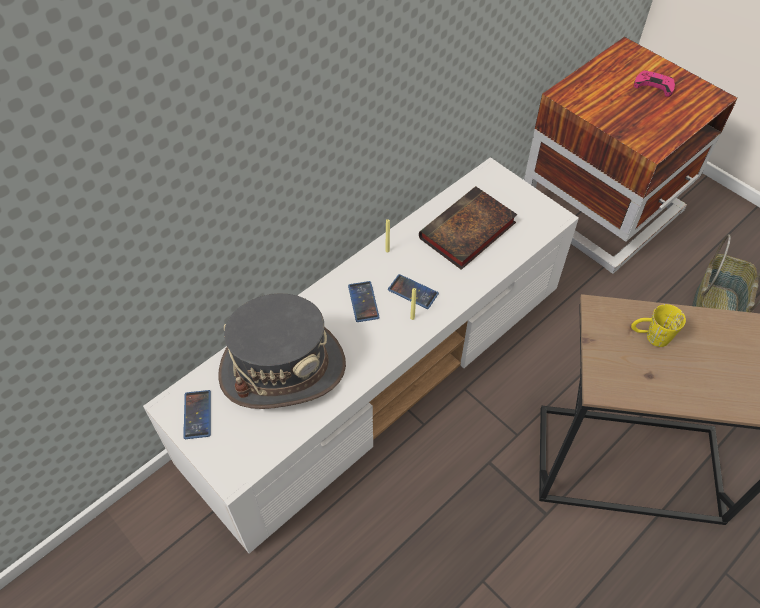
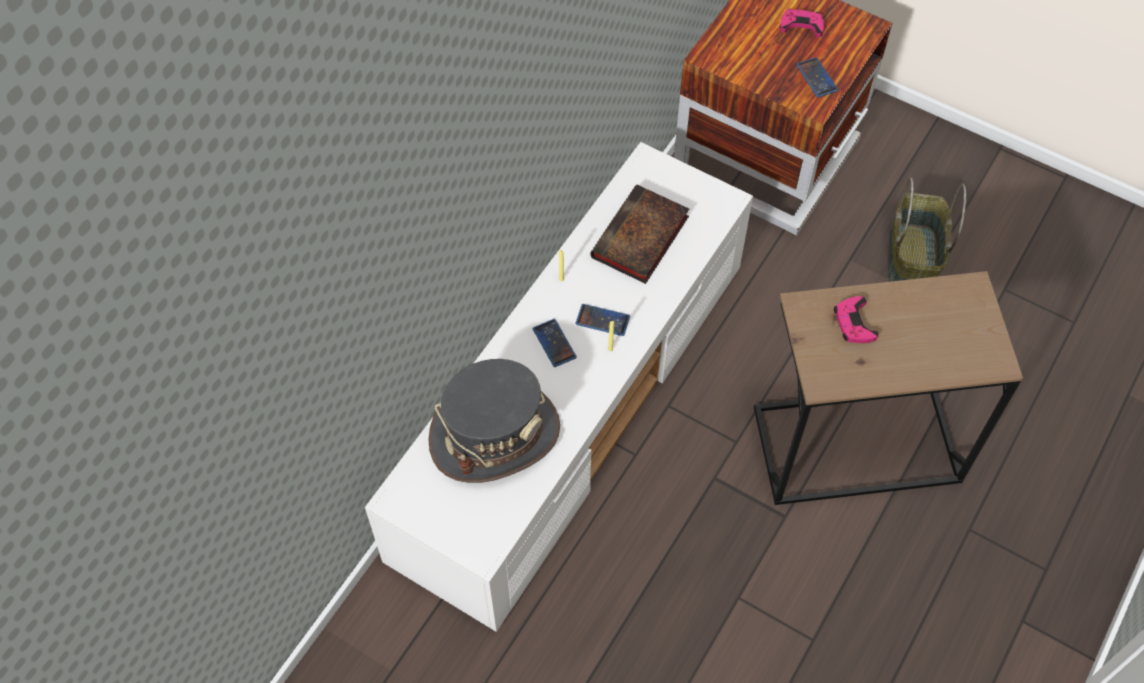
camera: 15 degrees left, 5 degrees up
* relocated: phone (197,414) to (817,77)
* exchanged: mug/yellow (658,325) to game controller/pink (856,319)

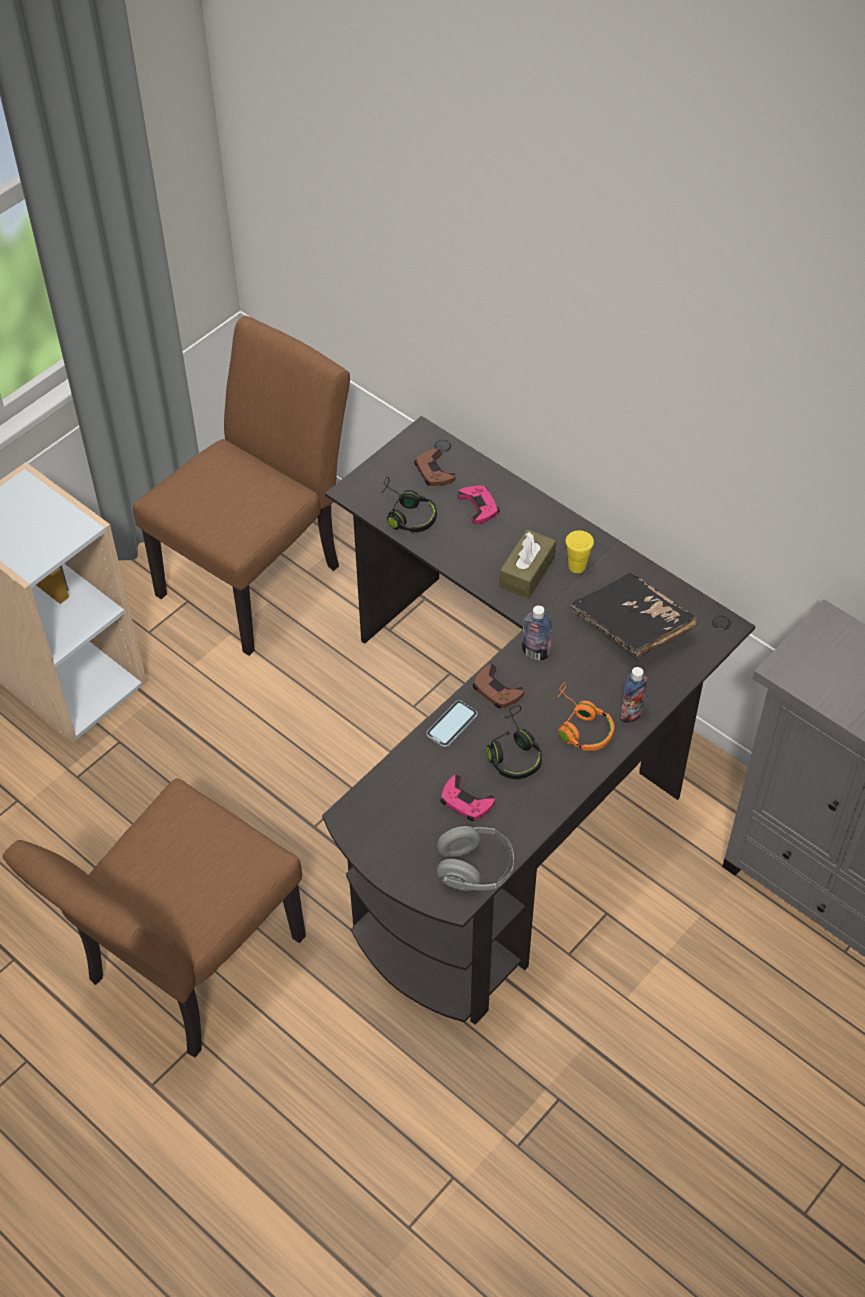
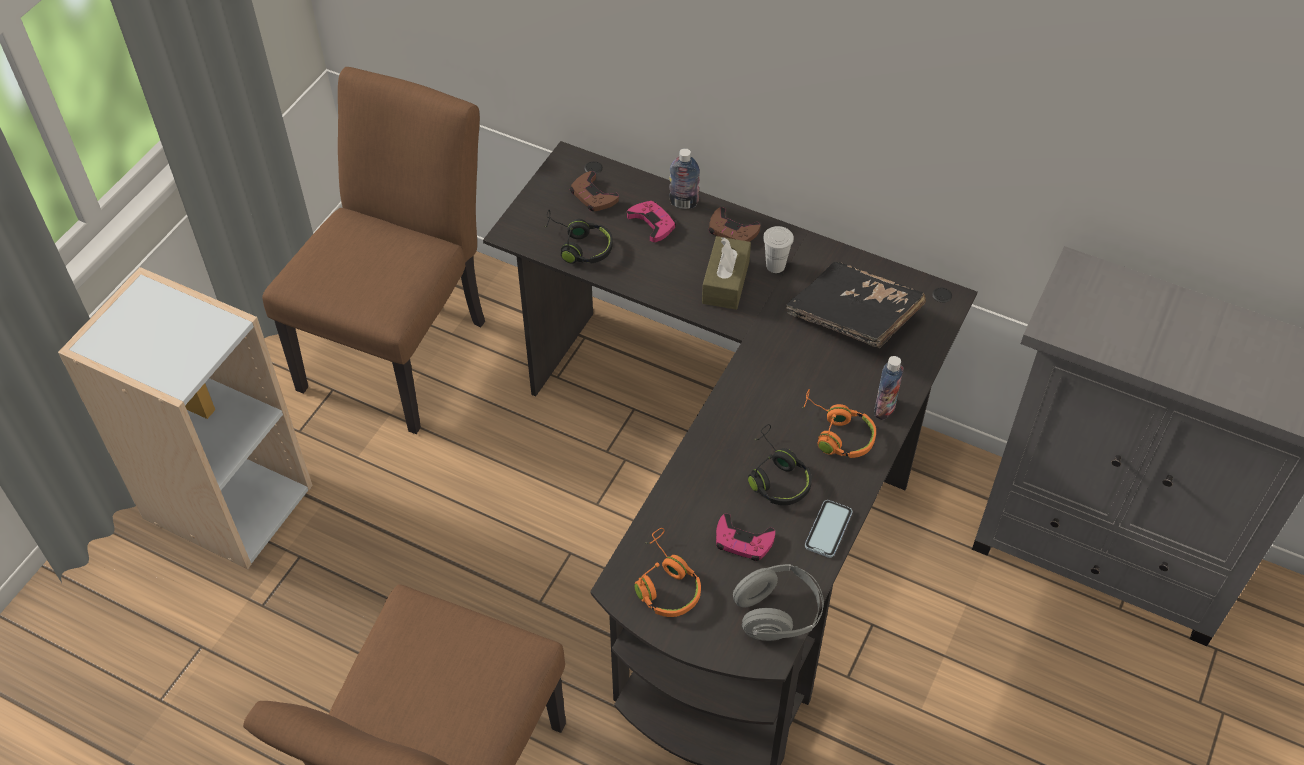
camera: 15 degrees left, 0 degrees up
* relocated: phone (451,723) to (828,529)
* relocated: game controller/brown (498,686) to (734,224)
* relocated: bottle (537,632) to (684,178)
* colour: cup/yellow (579,551) to cup/white (778,249)
* appeared: headphones/orange (667,572)

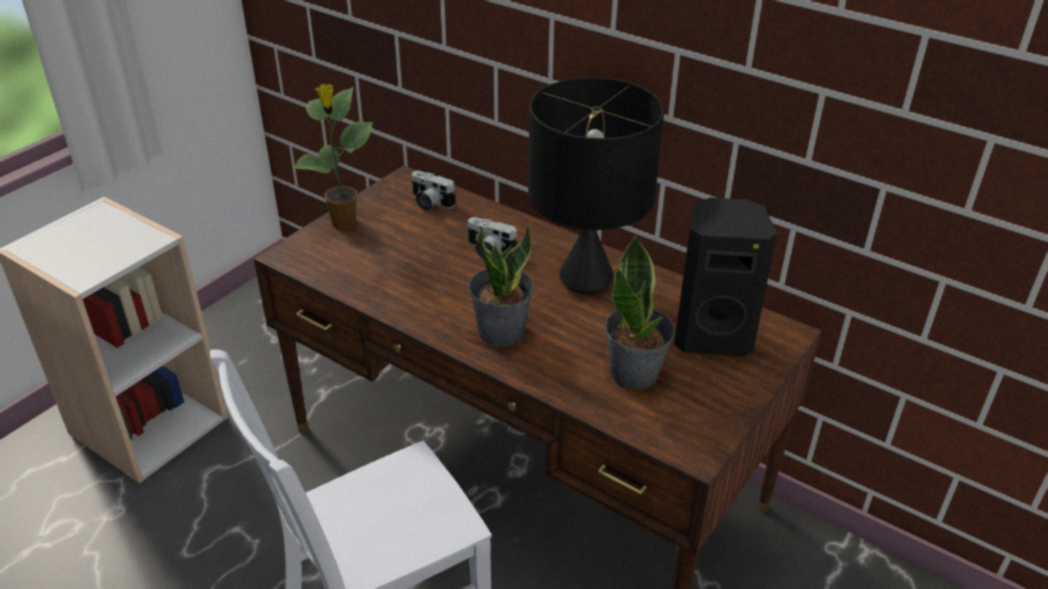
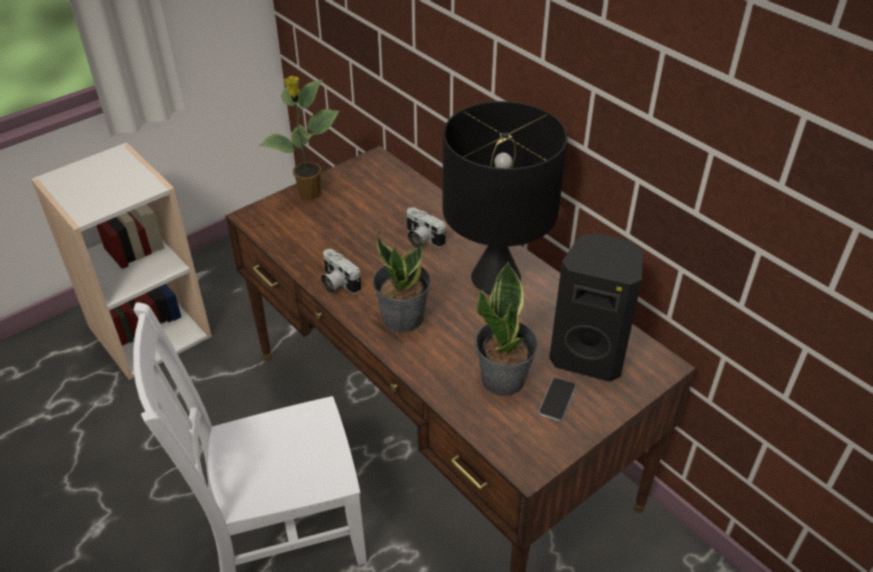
camera: 15 degrees right, 5 degrees up
* relocated: photo camera (433,191) to (341,271)
* appeared: phone (557,399)

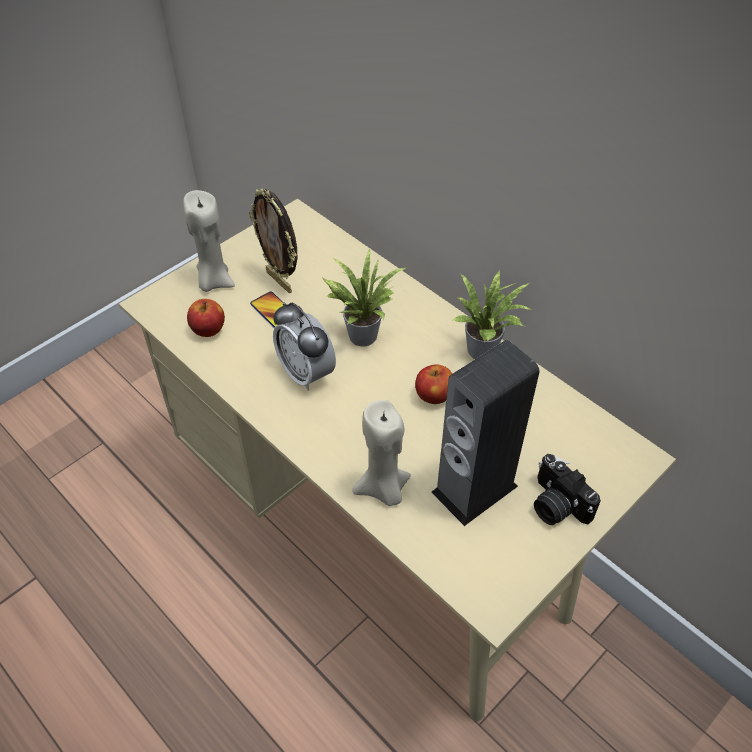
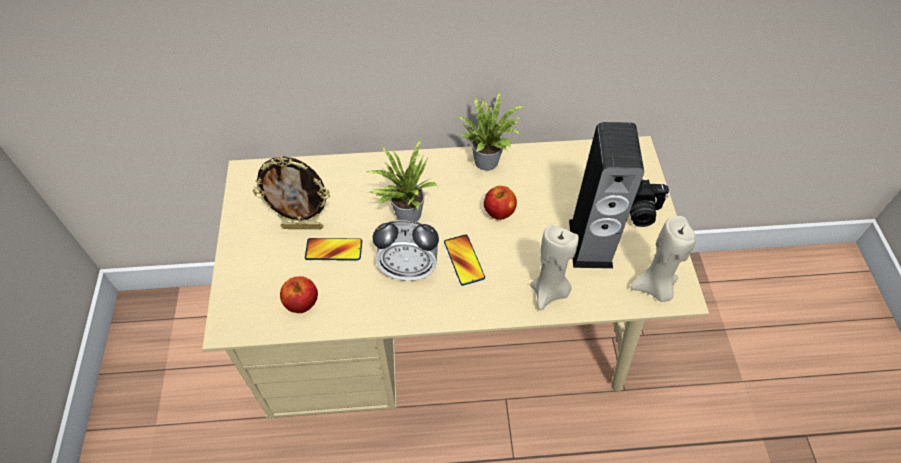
camera: 50 degrees left, 5 degrees up
* relocated: candle/beige (209,241) to (663,259)
* appeared: phone (464,260)

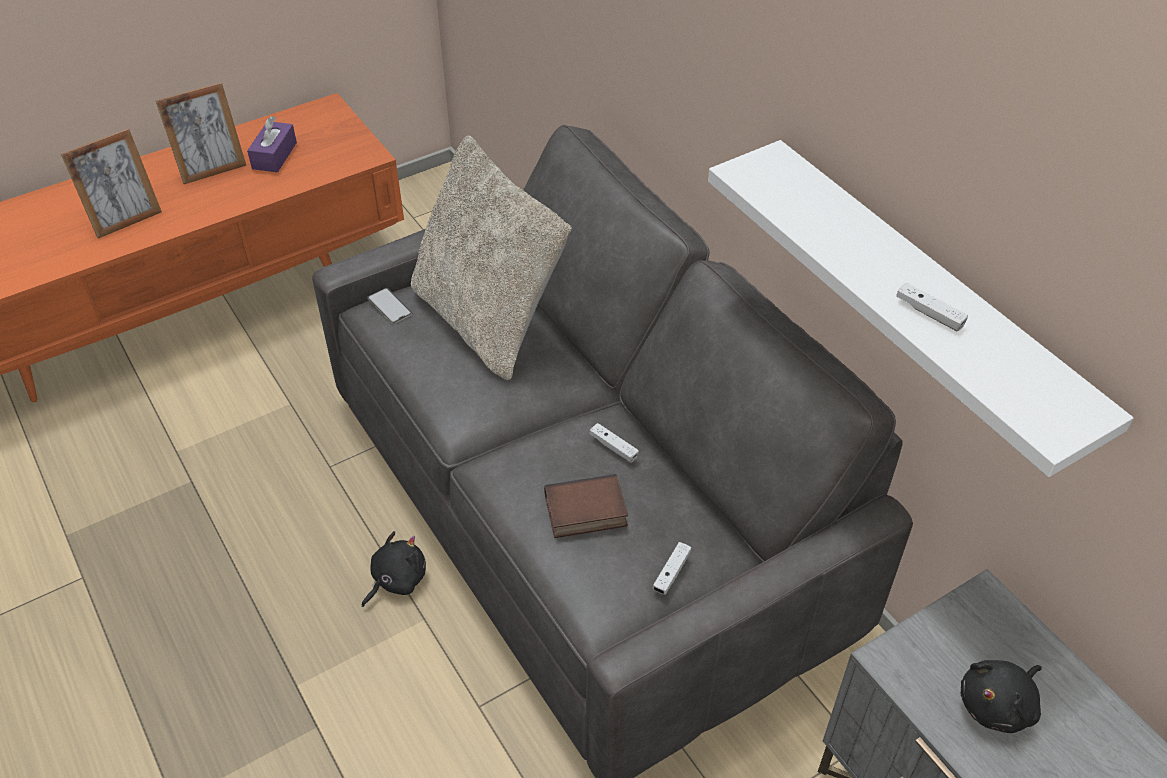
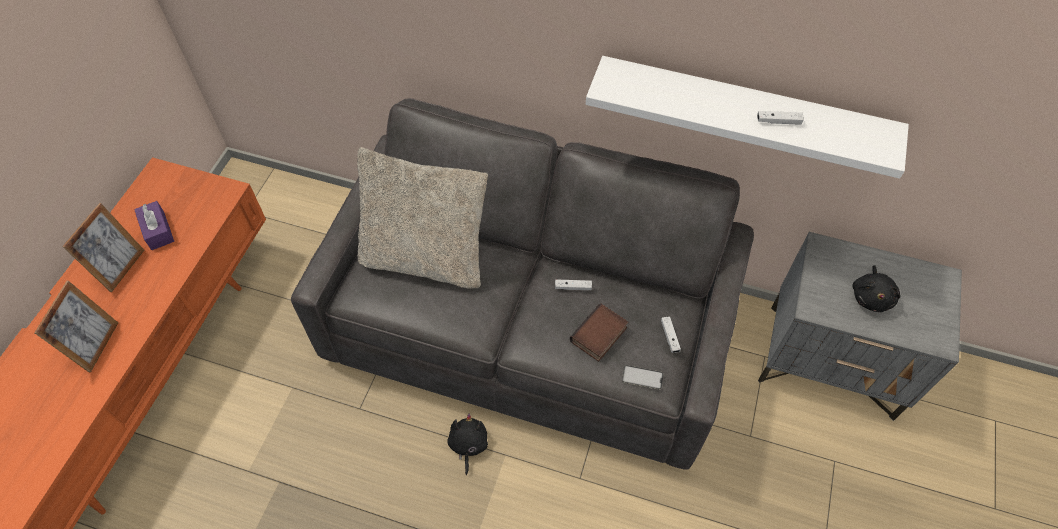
camera: 40 degrees left, 10 degrees up
* relocated: phone (389,306) to (642,377)

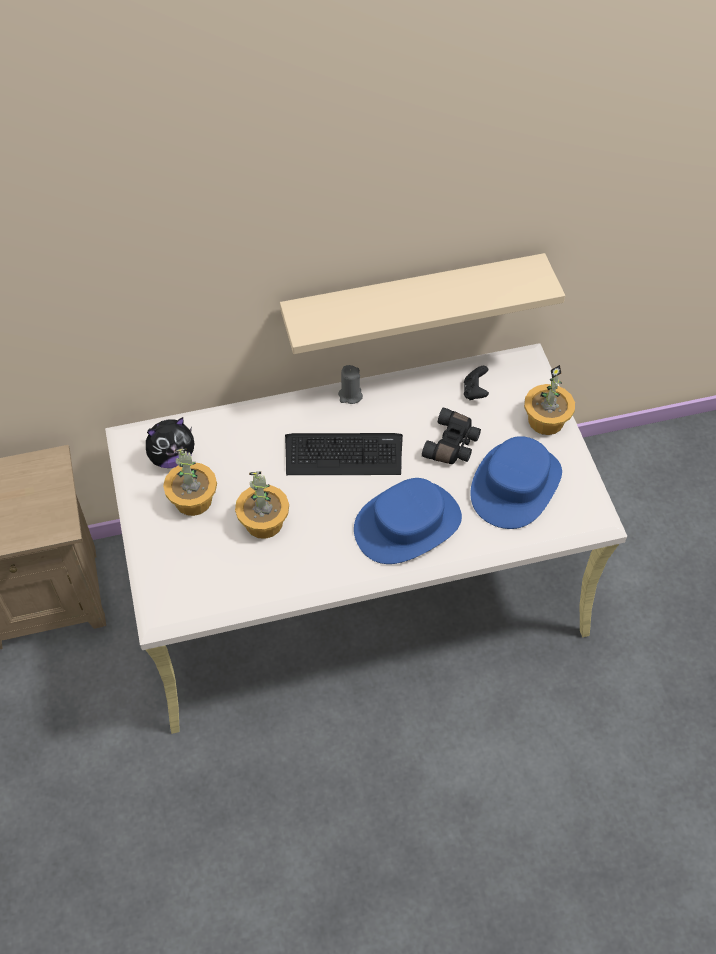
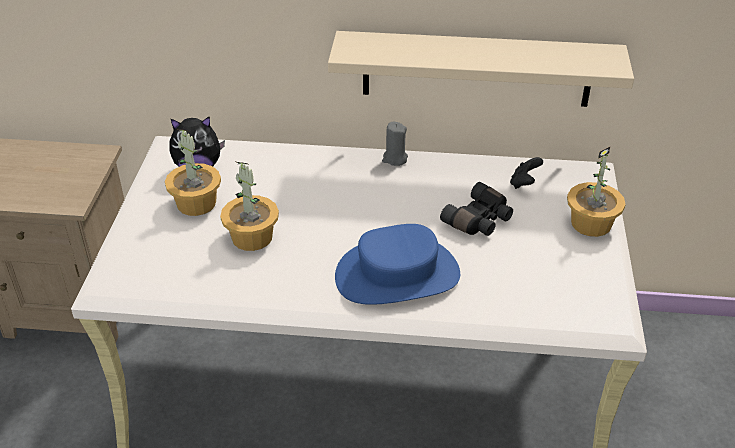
camera: 20 degrees right, 15 degrees down
* missing: keyboard (344,454)
* missing: hat/blue (516,482)

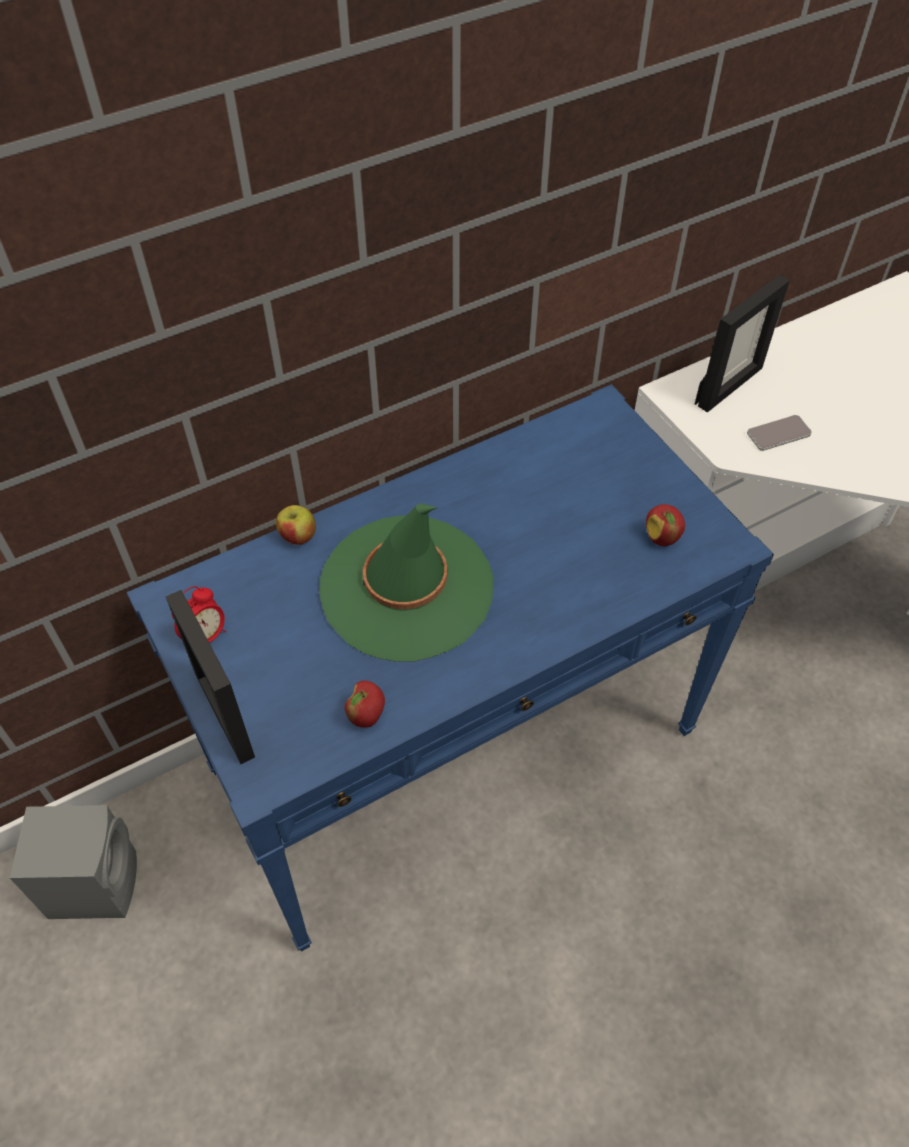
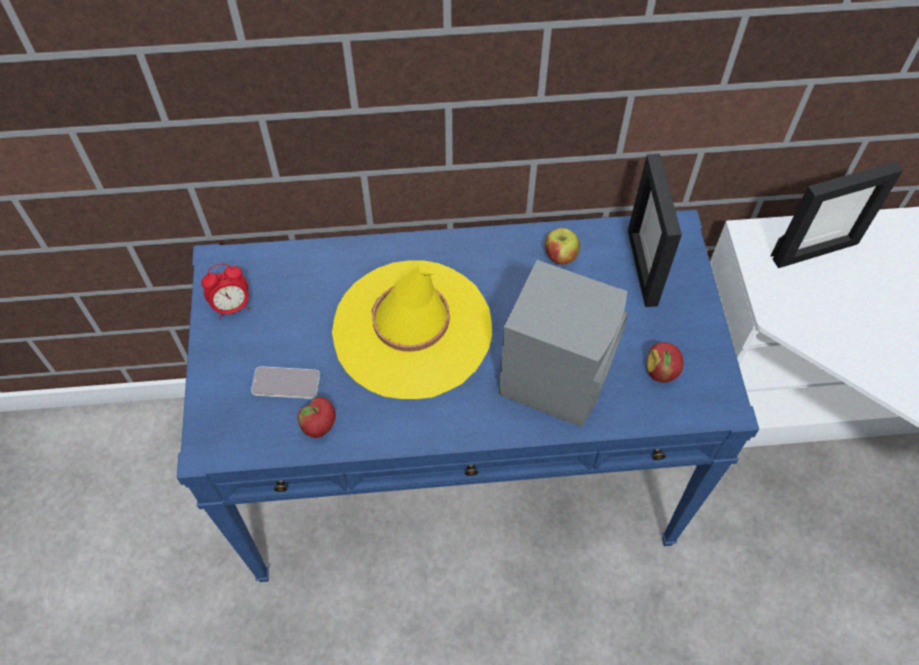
camera: 25 degrees right, 5 degrees up
* relocated: speaker/grey (73,862) to (564,343)
* relocated: picture frame (210,677) to (655,230)
* relocated: apple (296,525) to (562,246)
* colour: hat/green (406,583) to hat/yellow (412,329)
* relocated: phone (779,433) to (285,382)

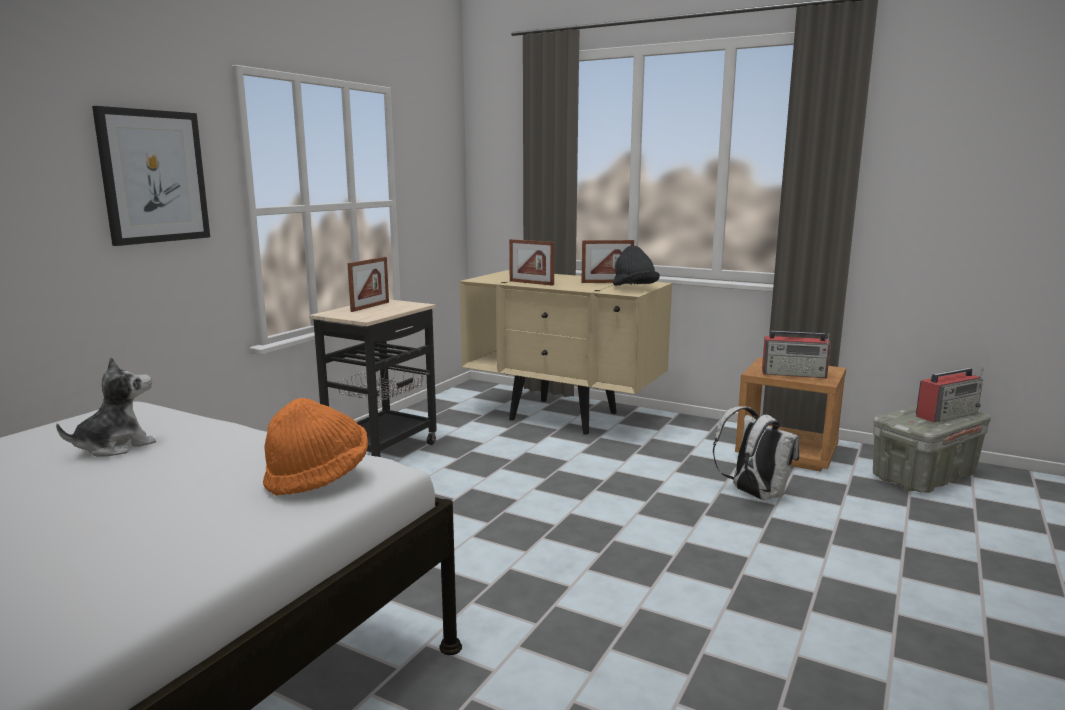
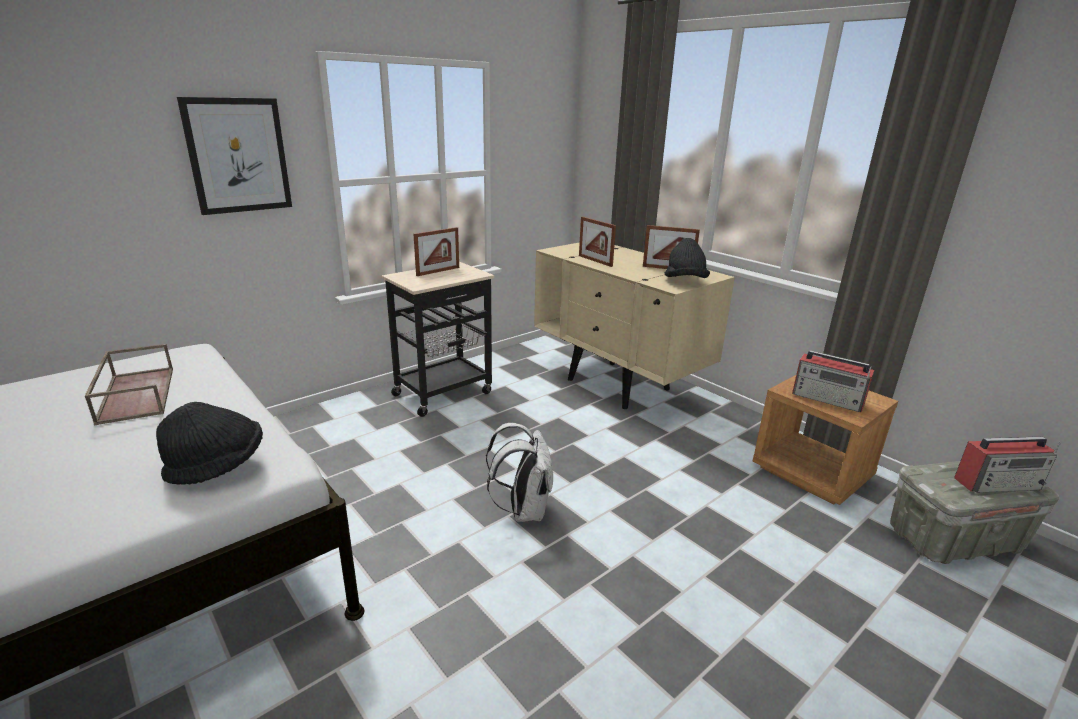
camera: 20 degrees right, 10 degrees up
* exchanged: plush toy (106,407) to tray/brown (129,384)
* colour: hat/orange (315,447) to hat/black (209,443)
* relocated: backpack/white (756,453) to (519,472)

